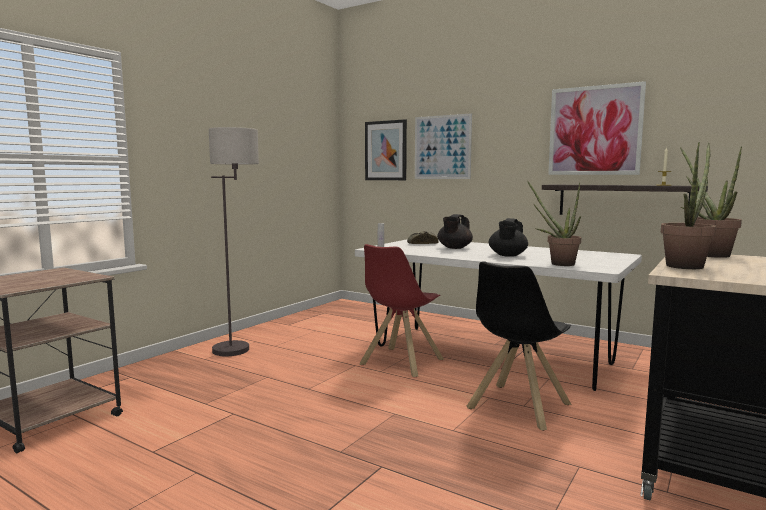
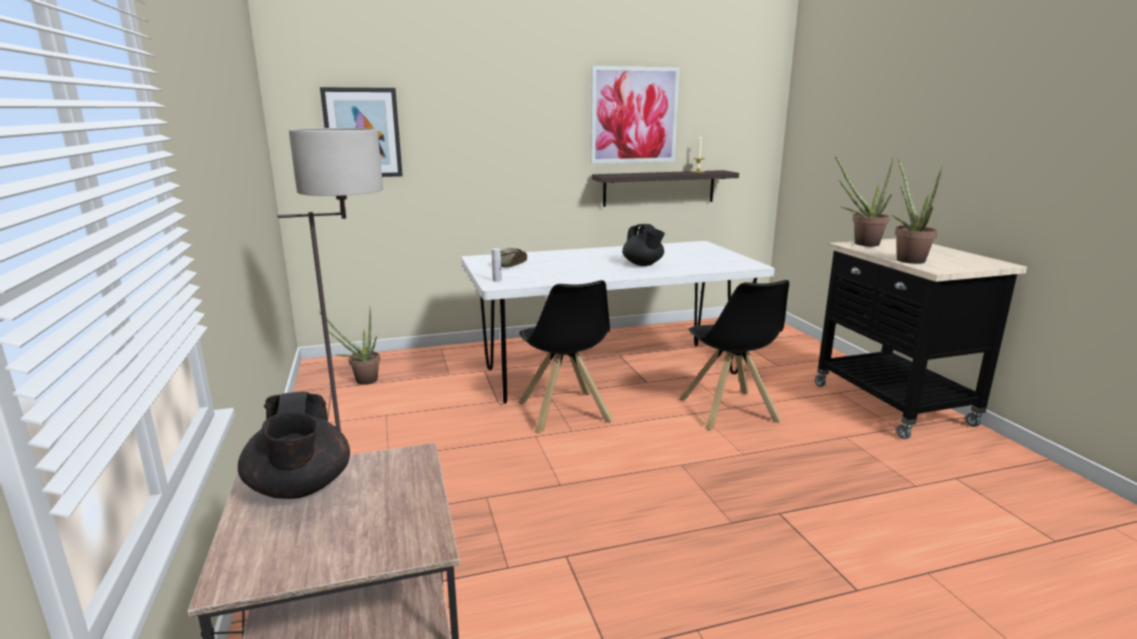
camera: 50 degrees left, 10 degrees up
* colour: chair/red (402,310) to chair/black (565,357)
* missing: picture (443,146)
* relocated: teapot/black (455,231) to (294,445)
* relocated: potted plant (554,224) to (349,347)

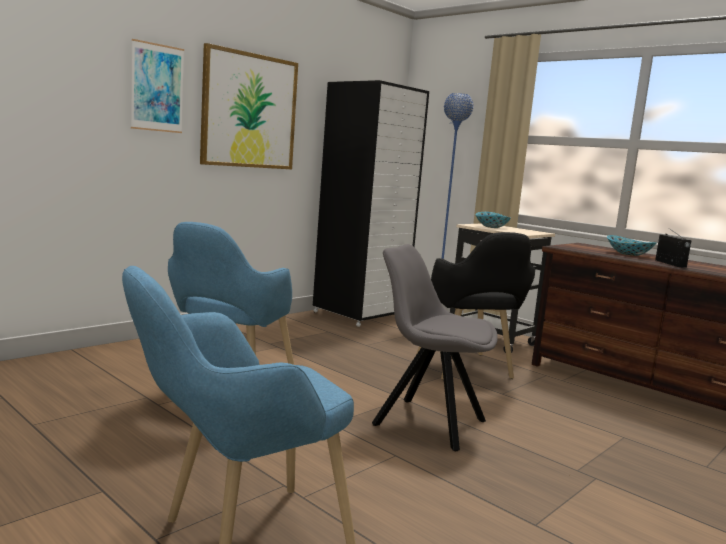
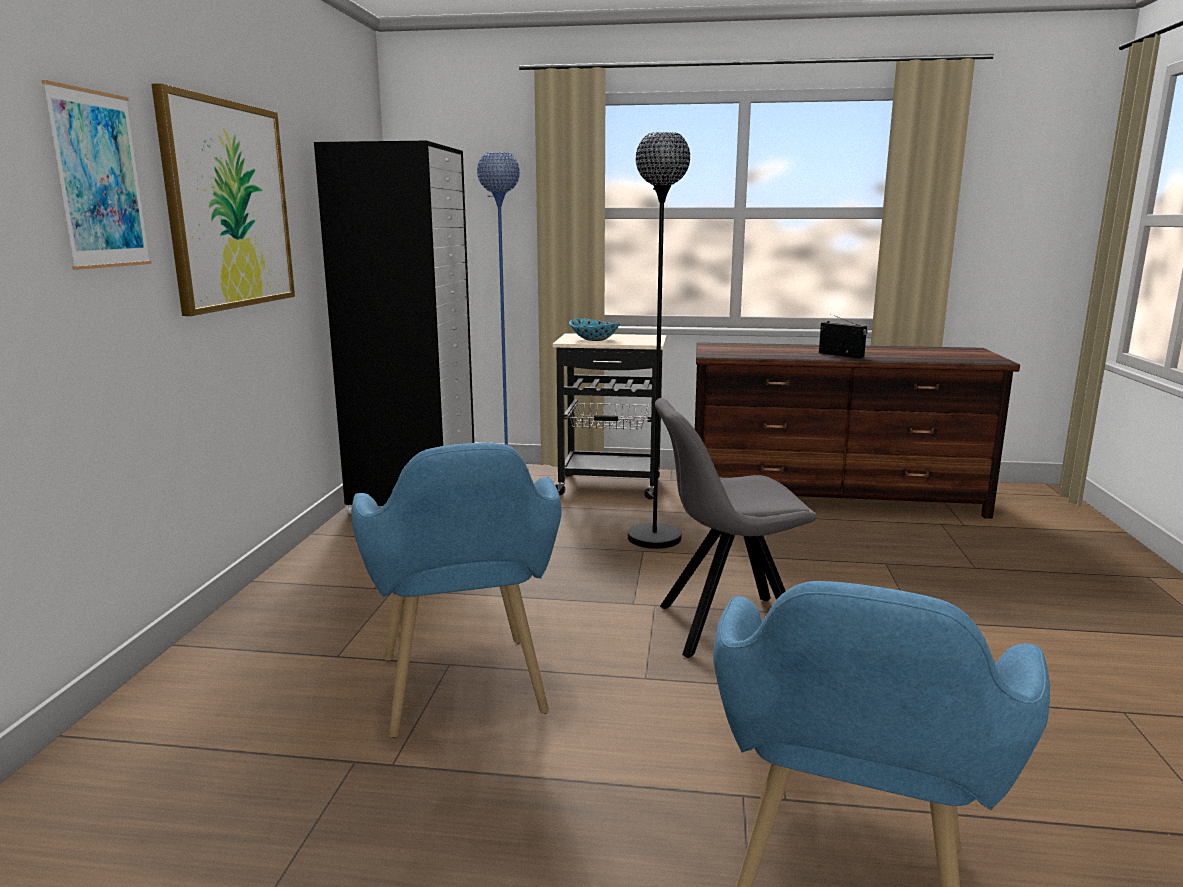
camera: 35 degrees left, 5 degrees up
* exchanged: armchair/black (475,306) to floor lamp/black (659,340)
* missing: bowl (631,245)

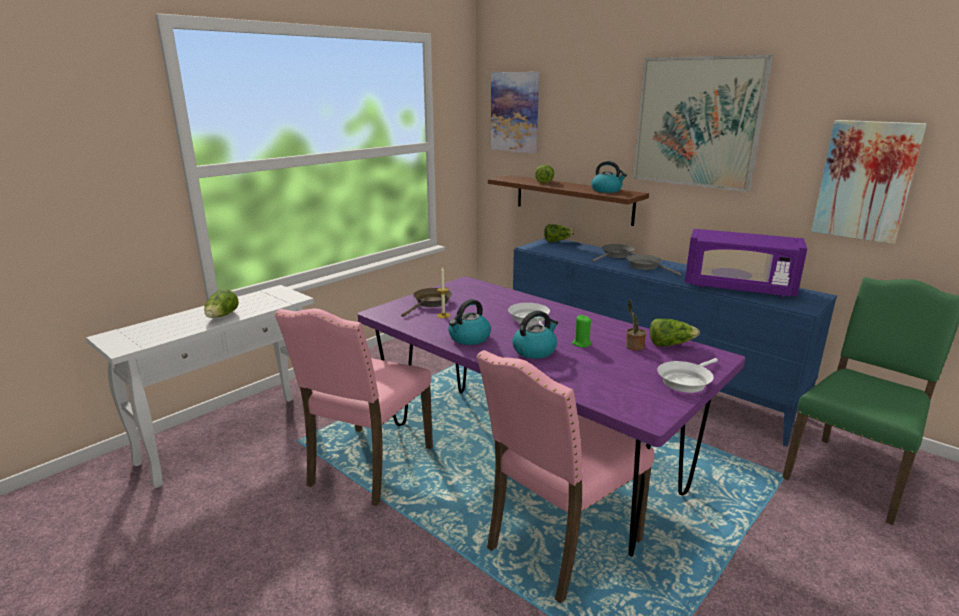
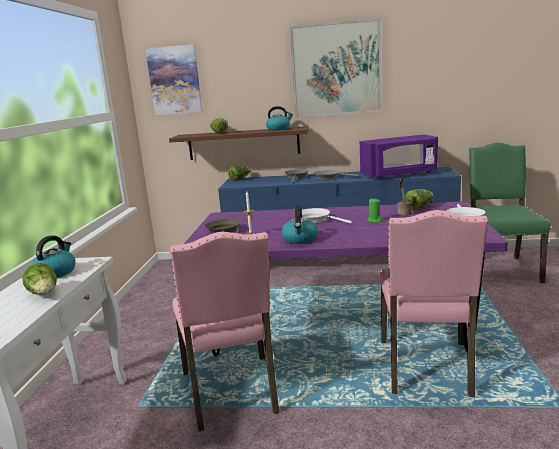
camera: 35 degrees left, 5 degrees down
* relocated: kettle (535,335) to (54,257)
* missing: picture (869,182)

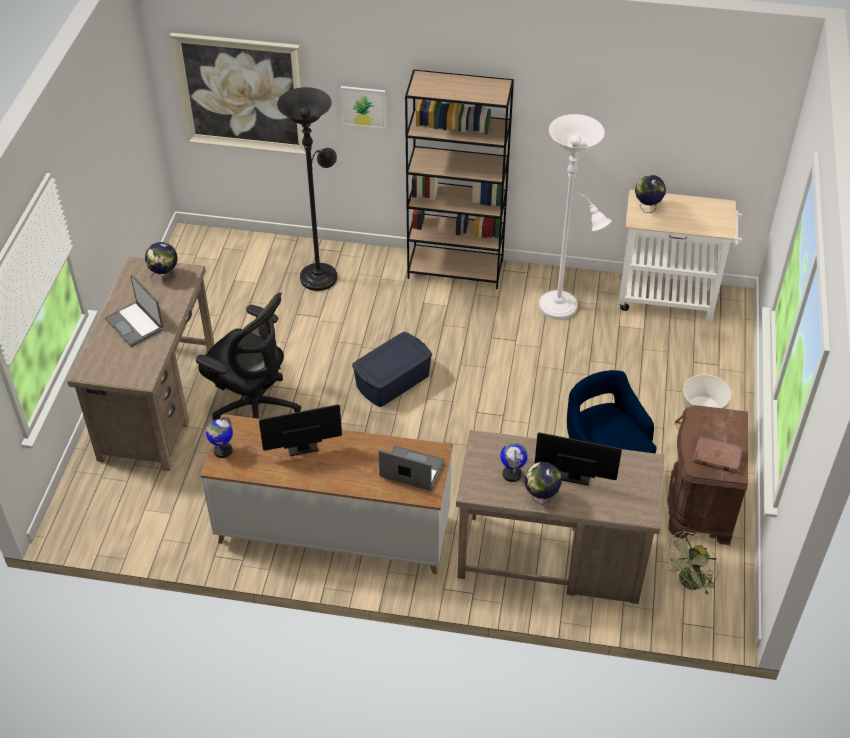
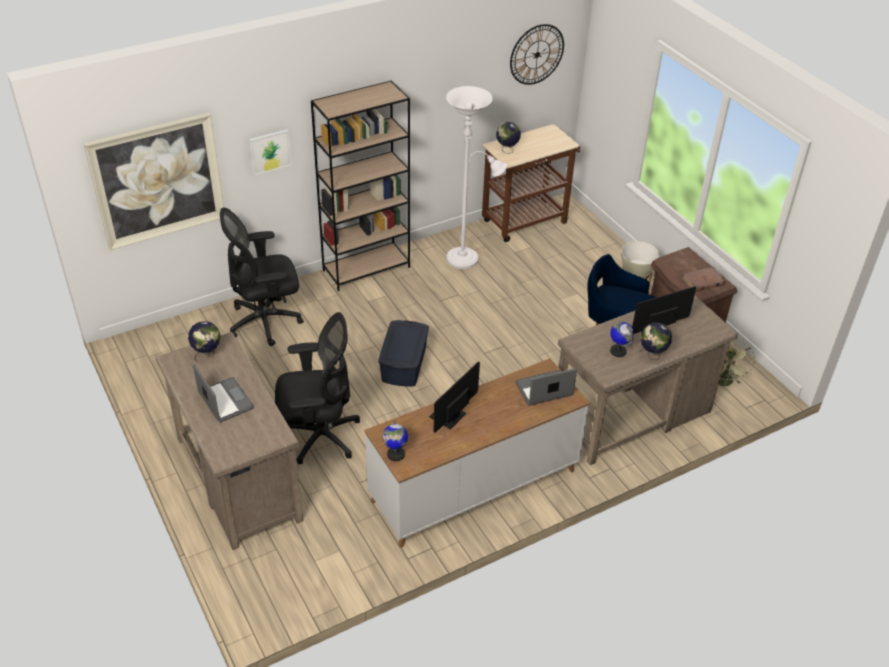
camera: 40 degrees left, 5 degrees down
* spun: laptop (134,310) = (223,393) 135 degrees counterclockwise
* exchanged: floor lamp/black (307,189) to office chair/black (261,276)
* colour: cart/white (680,256) to cart/brown (531,183)
* appeared: wall clock (537,54)

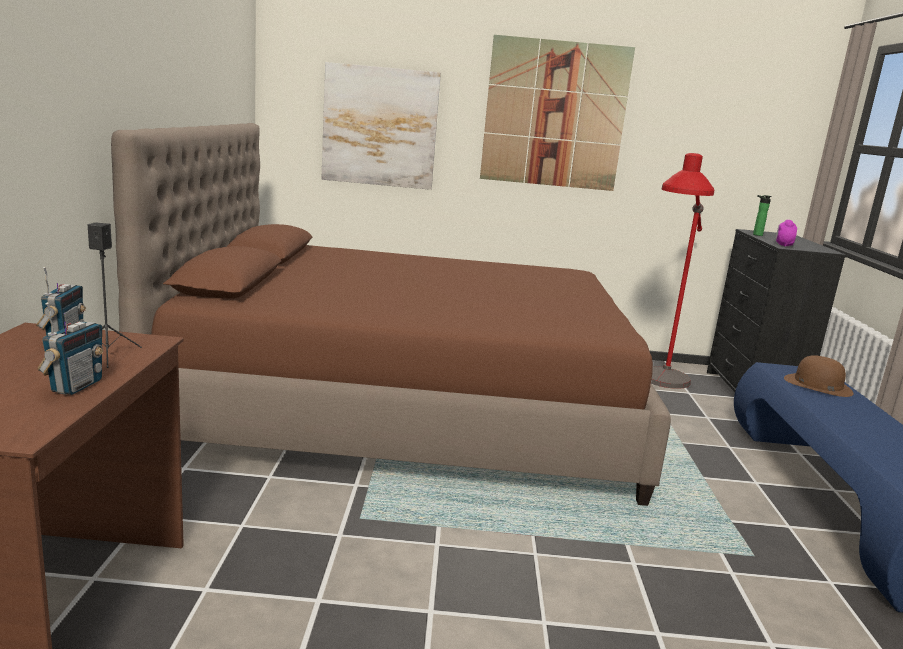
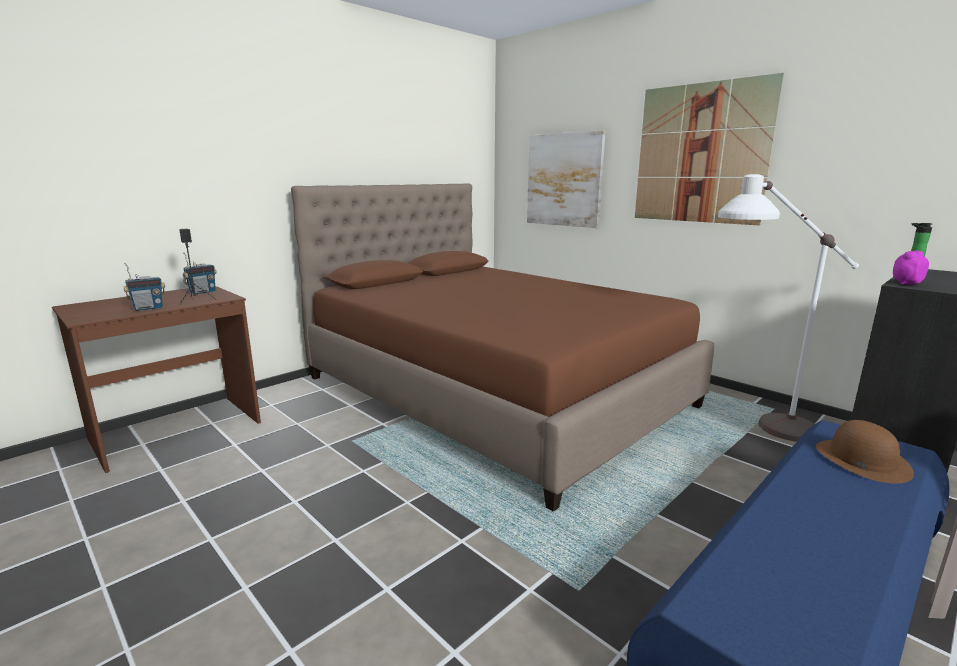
camera: 45 degrees right, 0 degrees up
* colour: floor lamp/red (682,271) to floor lamp/white (788,308)

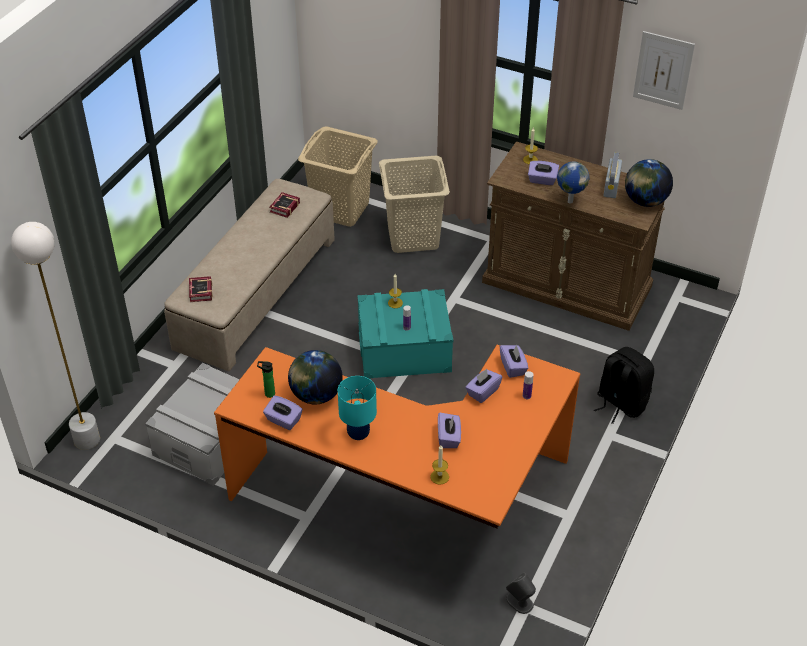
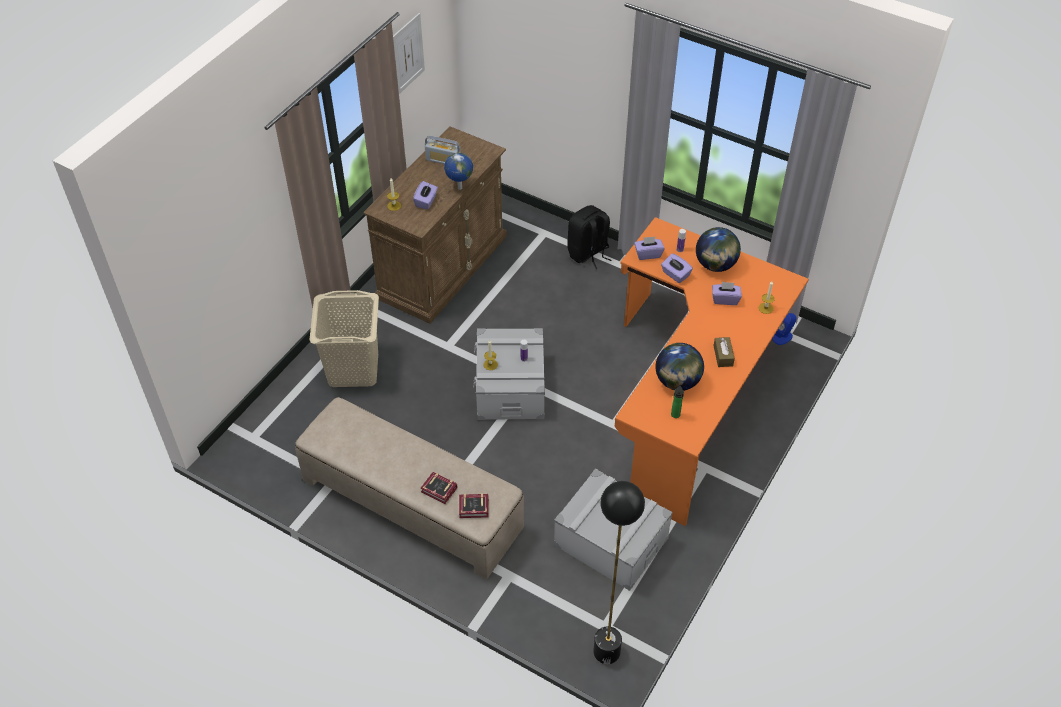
camera: 85 degrees left, 5 degrees up
* colour: floor lamp/white (55,336) to floor lamp/black (619,572)
* missing: tissue box/purple (282,413)
* relocated: book (284,205) to (439,488)
* missing: laundry basket/beige (338,176)
* exchanged: table lamp/turquoise (357,408) to tissue box/brown (724,352)
* colour: storage box/turquoise (405,334) to storage box/grey (509,374)
* colour: speaker/grey (521,593) to speaker/blue (784,329)
* relocated: globe (649,183) to (718,249)

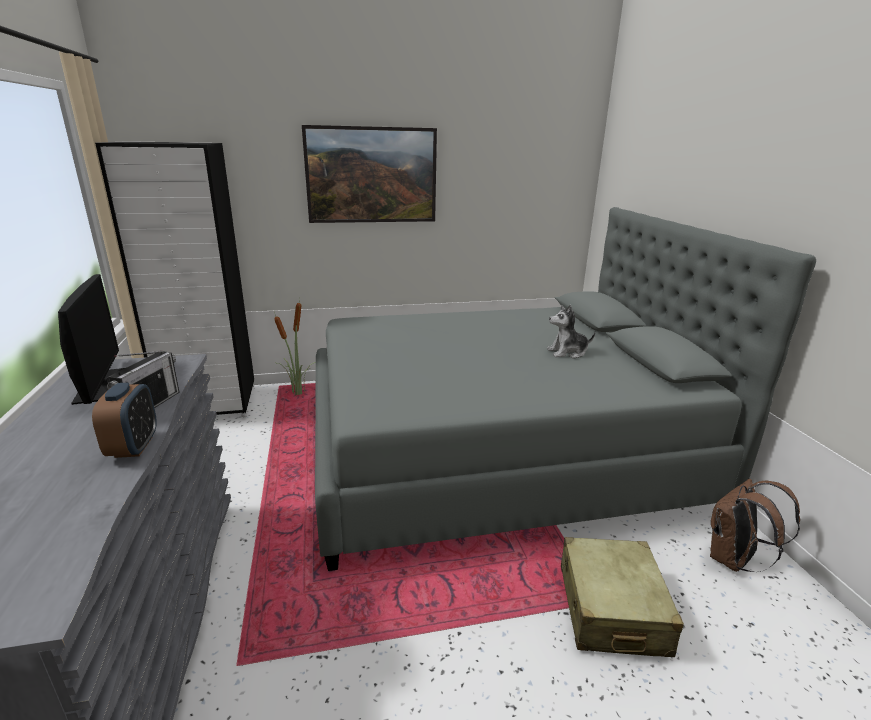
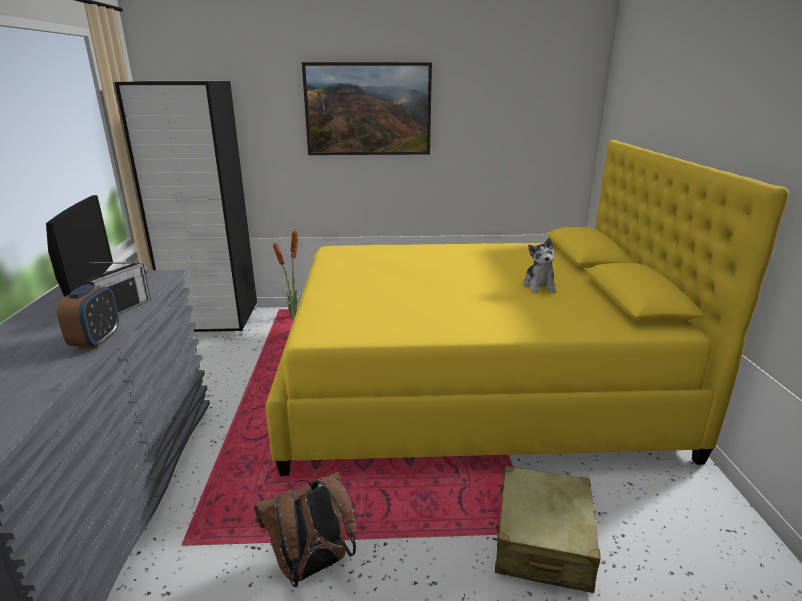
camera: 10 degrees right, 0 degrees up
* colour: bed/grey (565,389) to bed/yellow (527,308)
* spun: plush toy (571,332) = (539,265) 90 degrees counterclockwise
* relocated: backpack/brown (755,525) to (305,529)

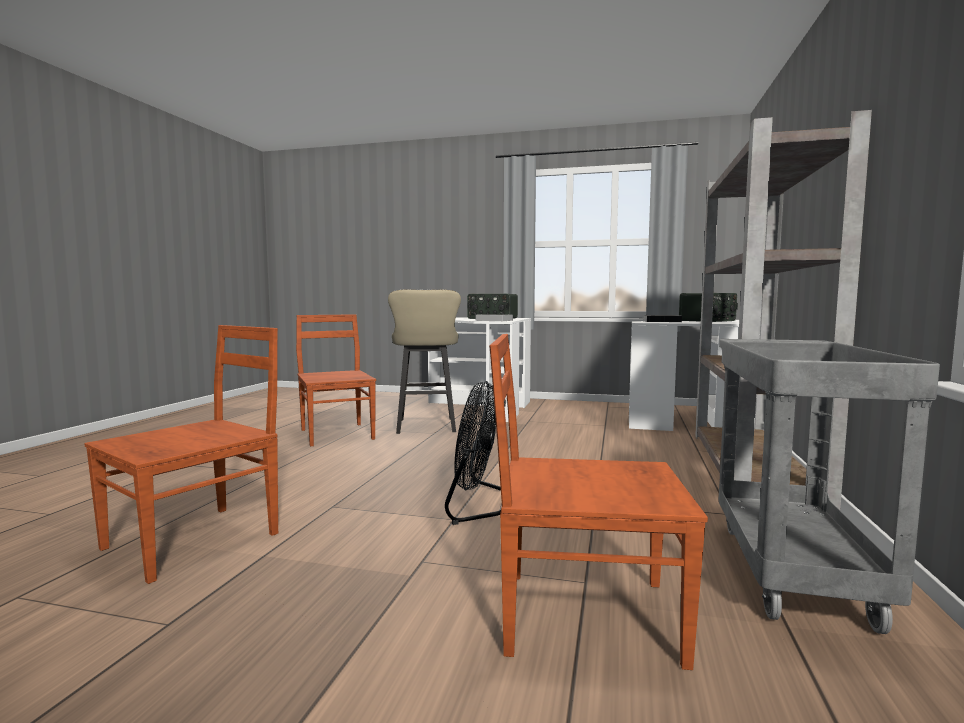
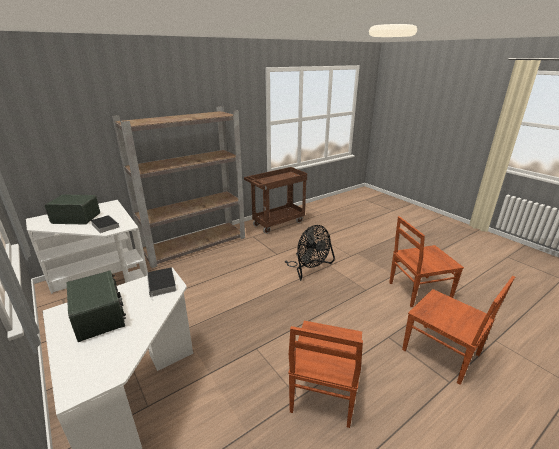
camera: 140 degrees left, 20 degrees up
* missing: stool/beige (424,361)
* relocated: chair/brown (598,502) to (458,330)
* colour: cart/grey (829,486) to cart/brown (275,200)

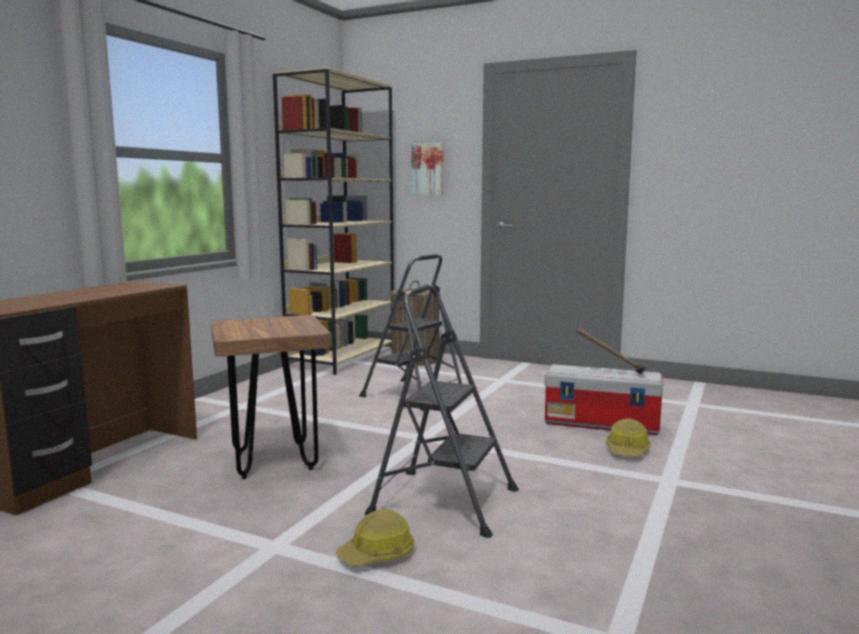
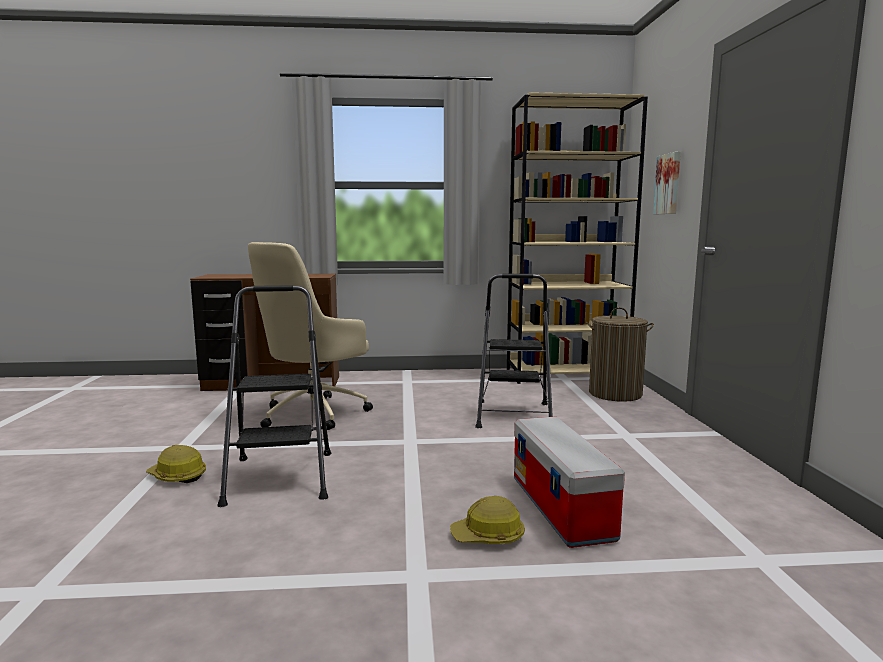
camera: 60 degrees right, 0 degrees up
* exchanged: stool/brown (271,397) to office chair/beige (310,336)
* missing: hammer (611,351)

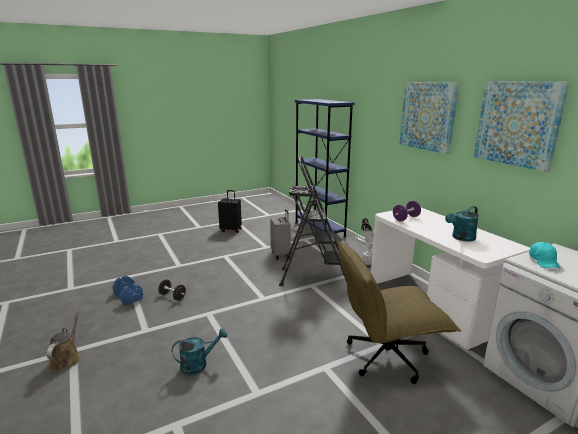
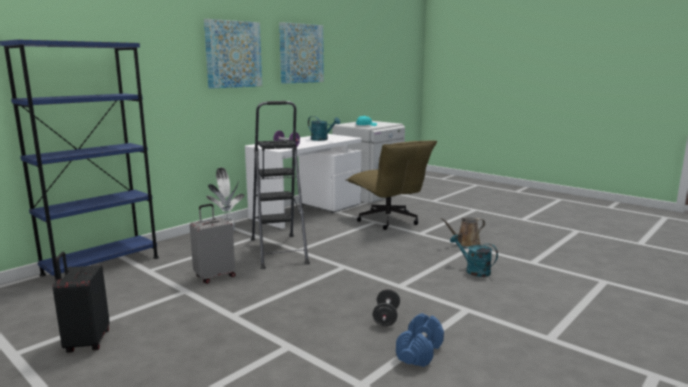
camera: 110 degrees left, 5 degrees down
* relocated: watering can/brown (64,340) to (463,232)

